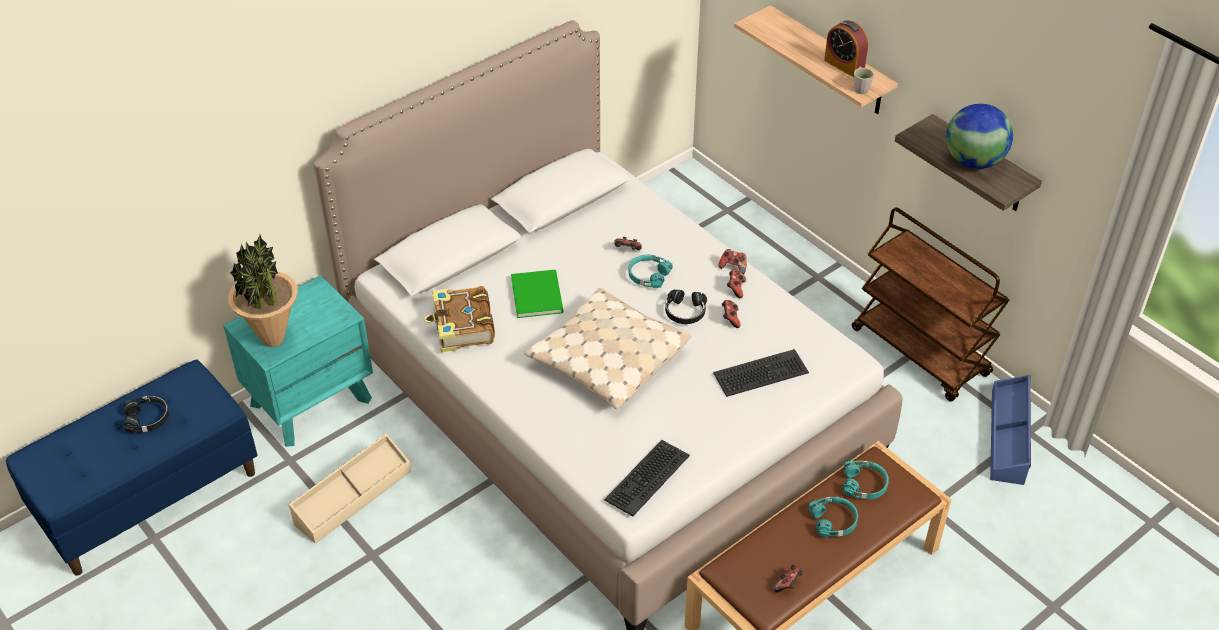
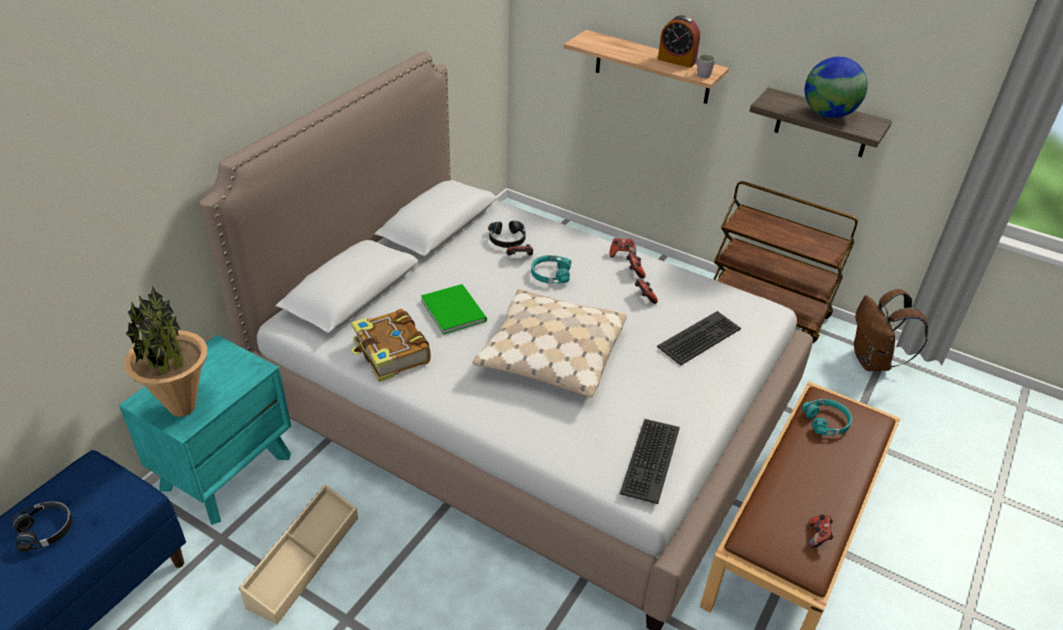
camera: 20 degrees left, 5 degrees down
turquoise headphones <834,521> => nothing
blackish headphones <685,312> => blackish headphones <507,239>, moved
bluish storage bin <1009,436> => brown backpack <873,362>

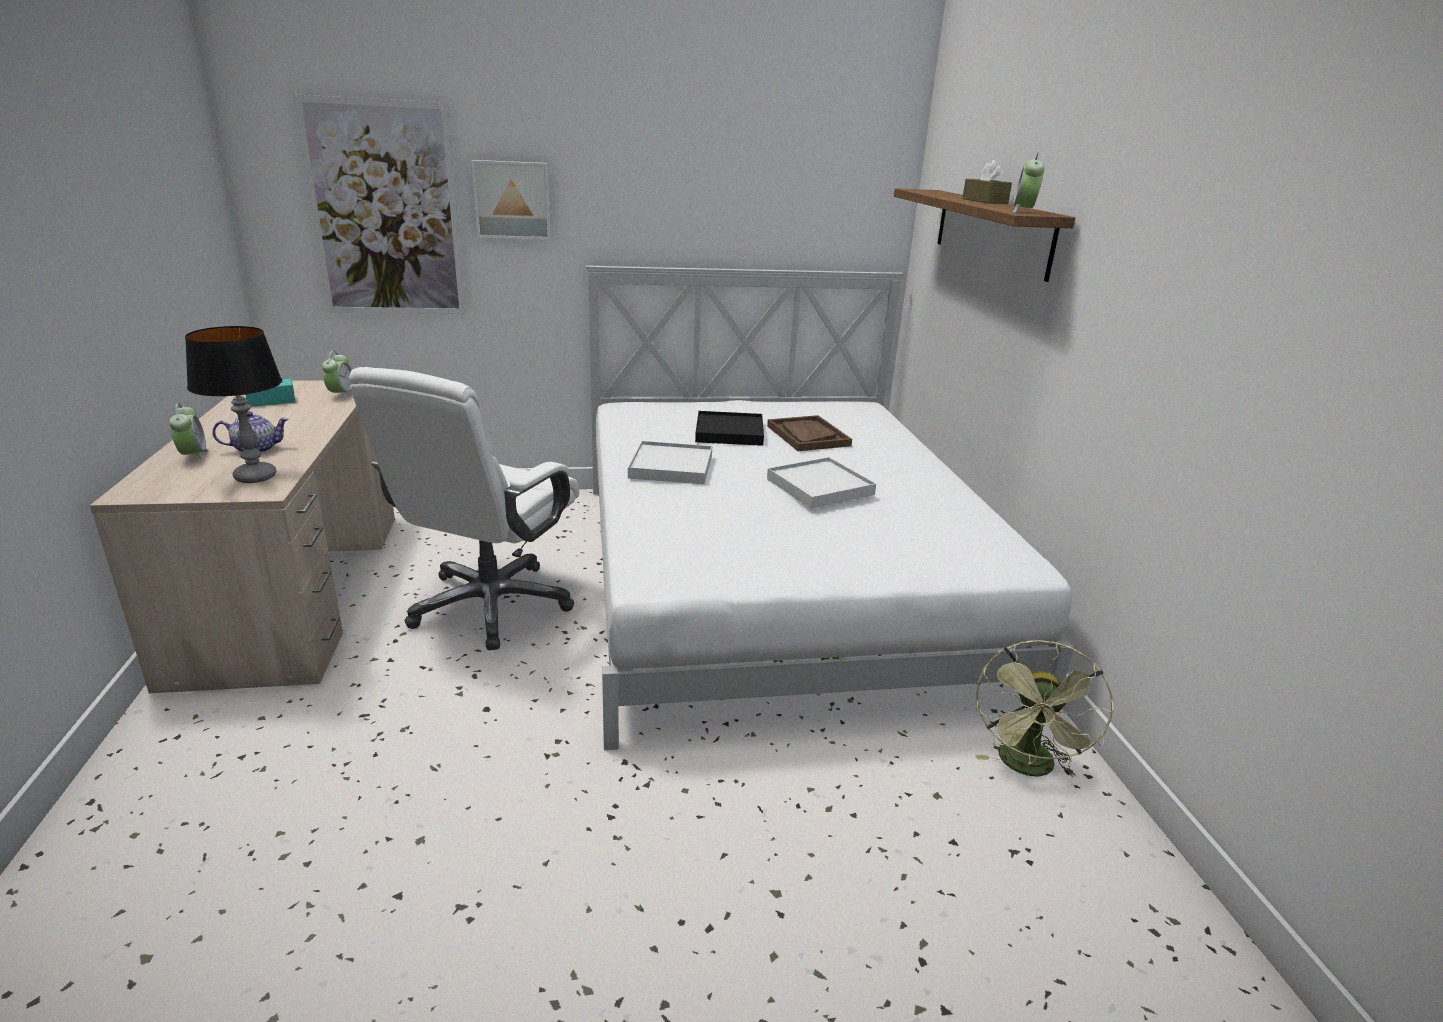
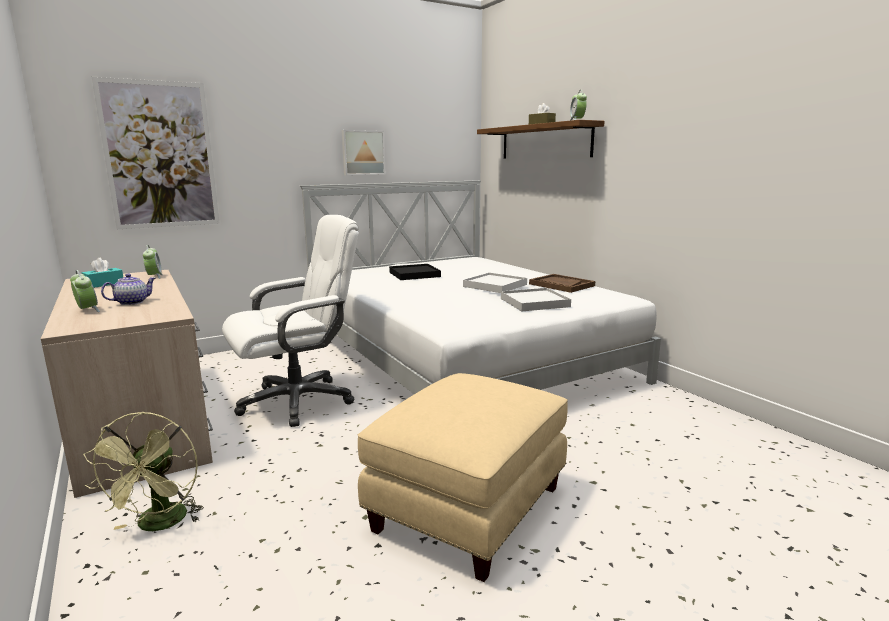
camera: 20 degrees left, 10 degrees down
table lamp <256,477> => nothing
nothing => beige footrest <467,507>
wall picture <512,200> => wall picture <363,152>, moved
white carrying tray <671,467> => white carrying tray <534,302>, moved
brown carrying tray <807,435> => brown carrying tray <561,285>, moved
green-coloured electric fan <1027,768> => green-coloured electric fan <159,525>, moved
white office chair <490,606> => white office chair <298,401>, 120 degrees counterclockwise

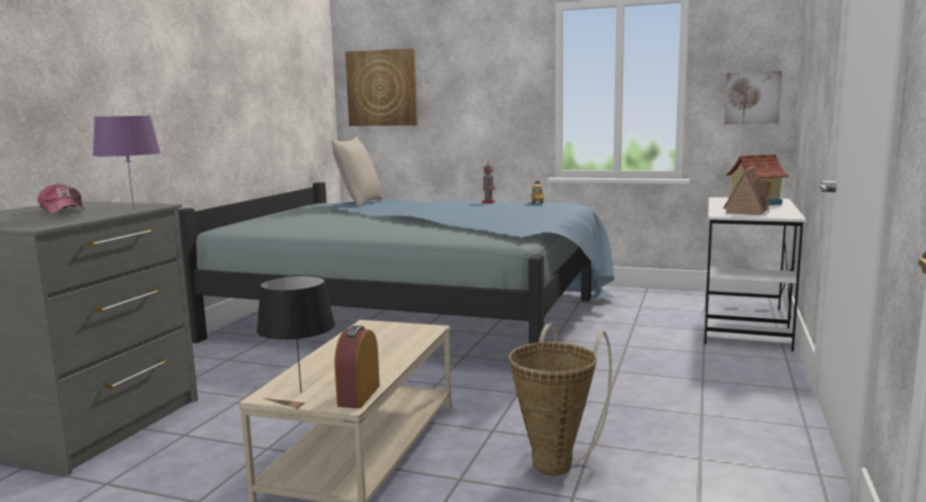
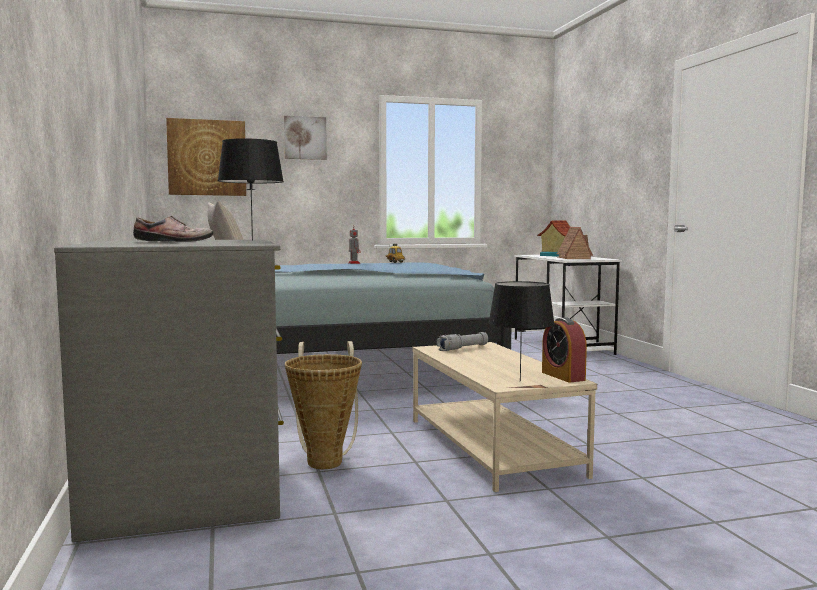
camera: 35 degrees left, 5 degrees down
nothing => grey flashlight <463,348>
basket <557,462> => basket <325,460>, moved
wall picture <752,98> => wall picture <305,138>, moved
cap <63,210> => low shoe <174,241>
purple-coloured table lamp <132,209> => blackish table lamp <252,240>

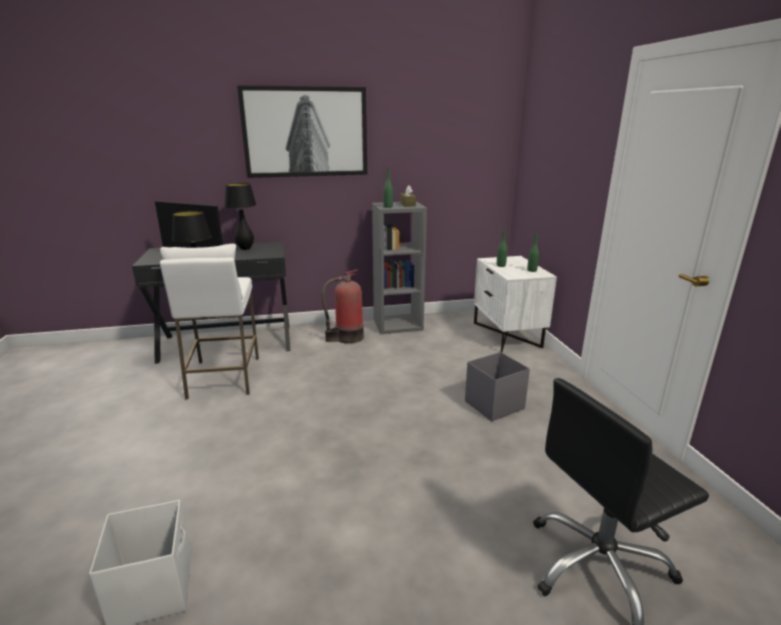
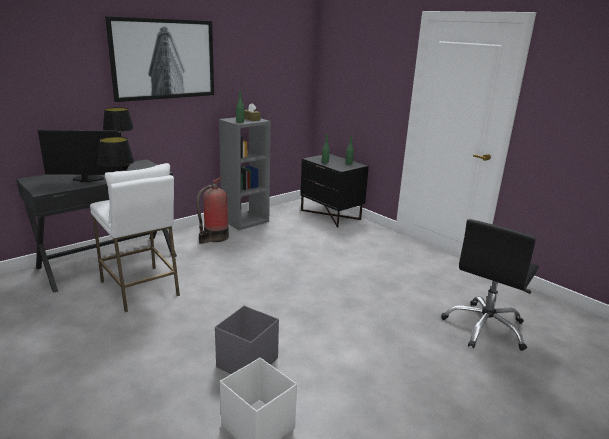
camera: 30 degrees left, 0 degrees up
grey storage bin <493,405> => grey storage bin <246,363>, moved
white nightstand <507,335> => blackish nightstand <331,215>

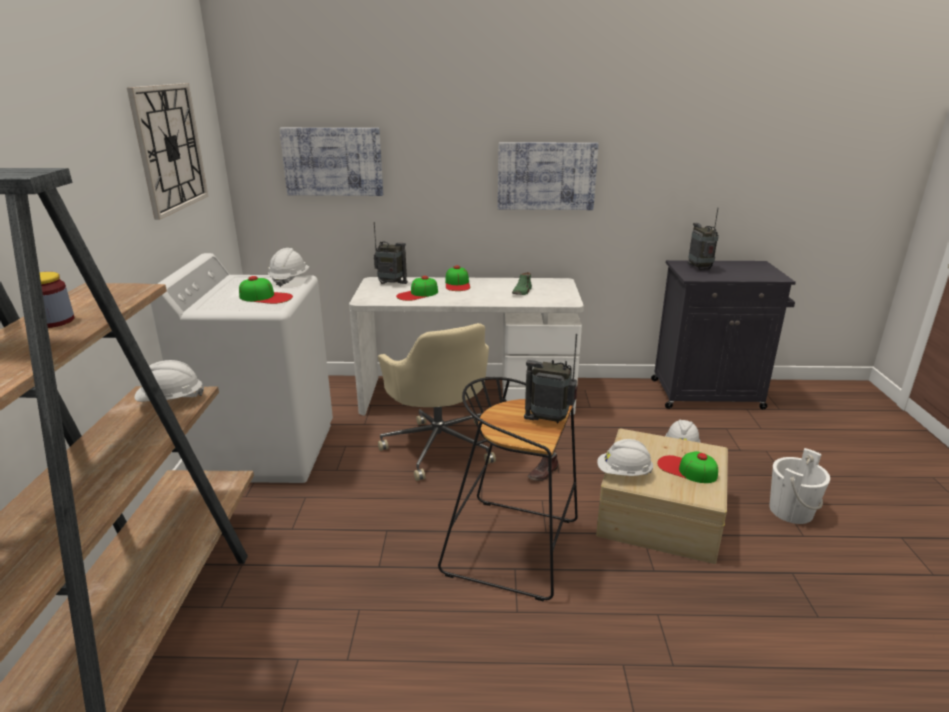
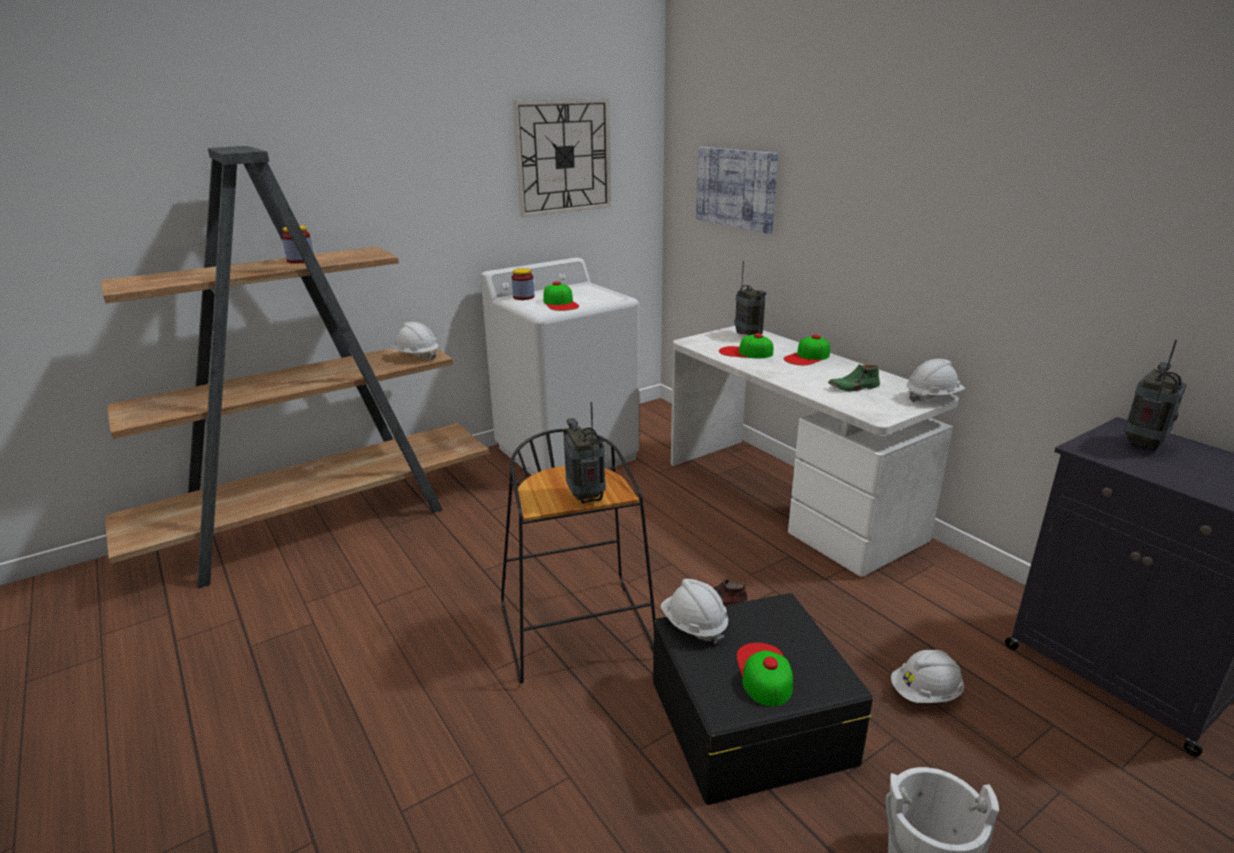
camera: 55 degrees right, 0 degrees up
beige office chair <439,445> => nothing
wall picture <546,176> => nothing
nothing => preserve jar <523,297>
white work helmet <289,280> => white work helmet <932,397>, moved
beige storage bin <659,515> => blackish storage bin <748,720>

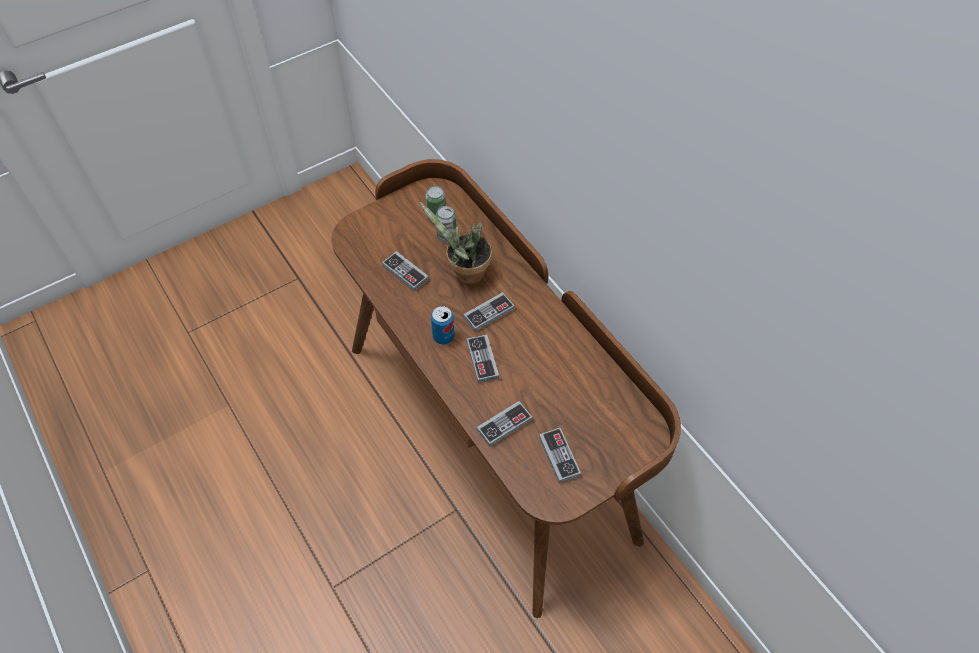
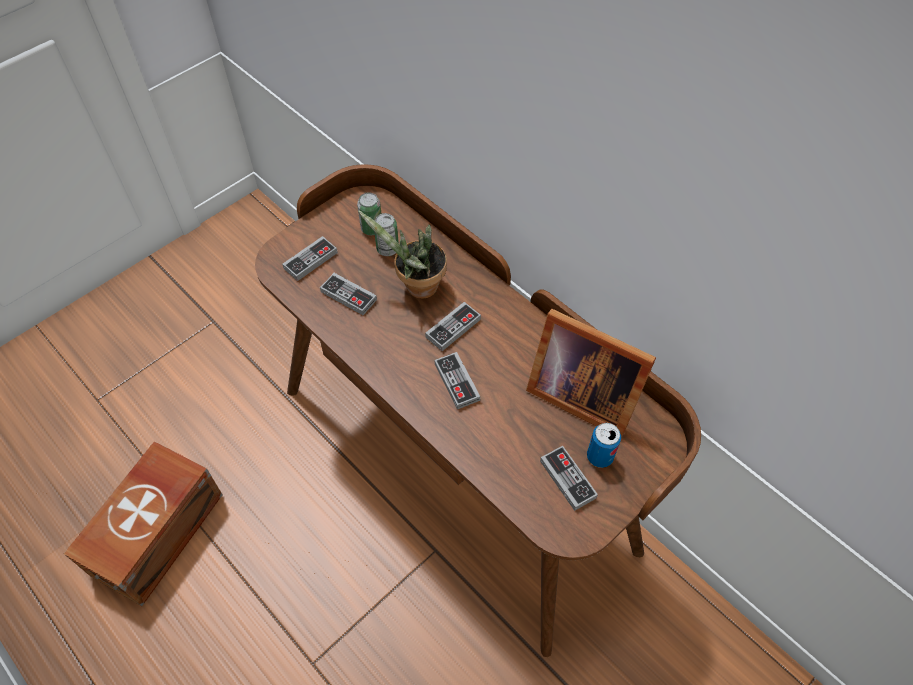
camera: 10 degrees left, 0 degrees up
nothing => brown storage bin <161,533>
nothing => photo frame <579,393>
can <443,336> => can <599,456>, moved
gamepad <504,425> => gamepad <310,260>, moved

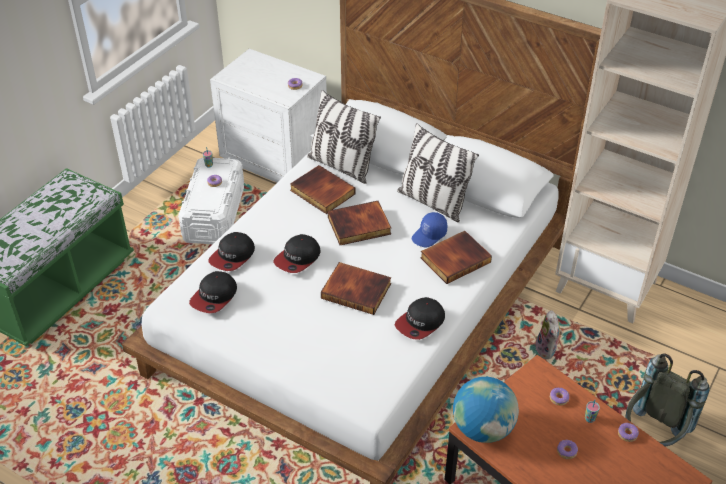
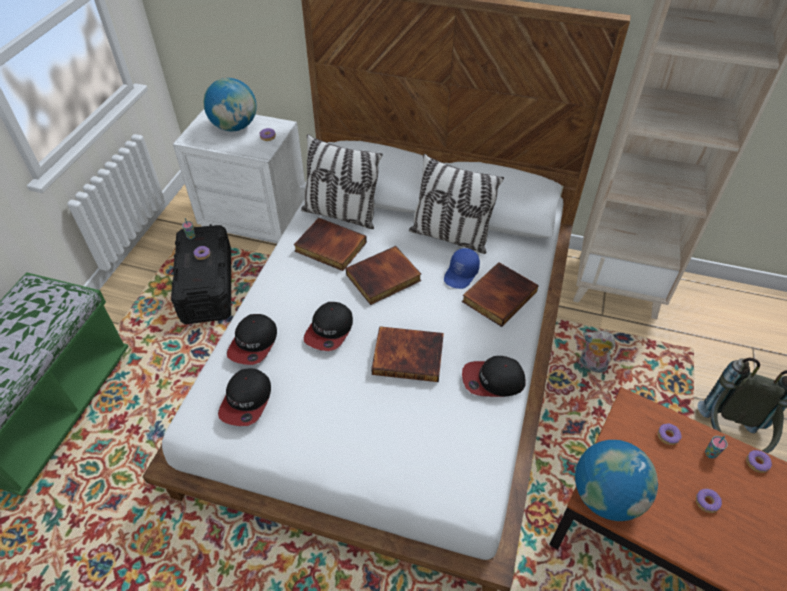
camera: 15 degrees left, 5 degrees up
nothing => world globe <235,126>
white storage bin <214,214> => blackish storage bin <208,286>
cap <420,323> => cap <492,380>, 60 degrees clockwise
plush toy <547,350> => plush toy <591,366>, 135 degrees clockwise

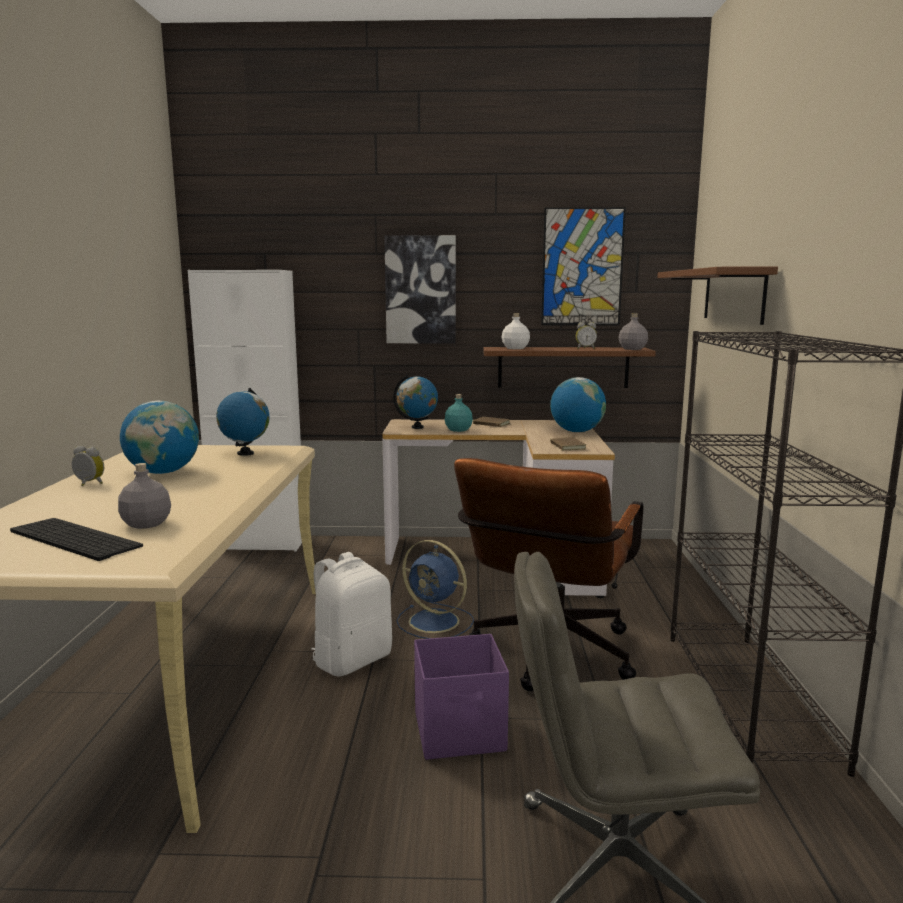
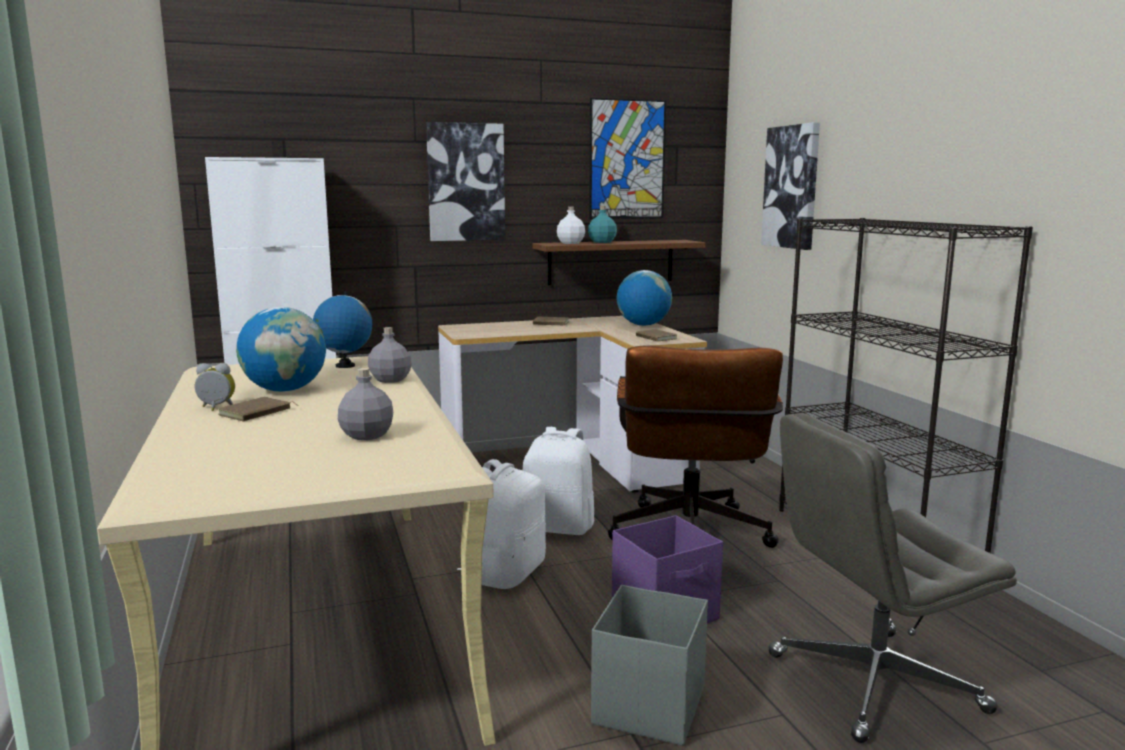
camera: 20 degrees left, 0 degrees up
computer keyboard <71,539> => nothing
world globe <417,427> => nothing
bedside clock <585,348> => nothing
nothing => brown bound book <256,413>
nothing => grey storage bin <648,707>
turquoise bottle <458,430> => turquoise bottle <602,242>, moved
grey bottle <632,349> => grey bottle <389,380>, moved
bluish electric fan <436,622> => white backpack <559,527>
brown shelf <733,295> => wall picture <792,187>

